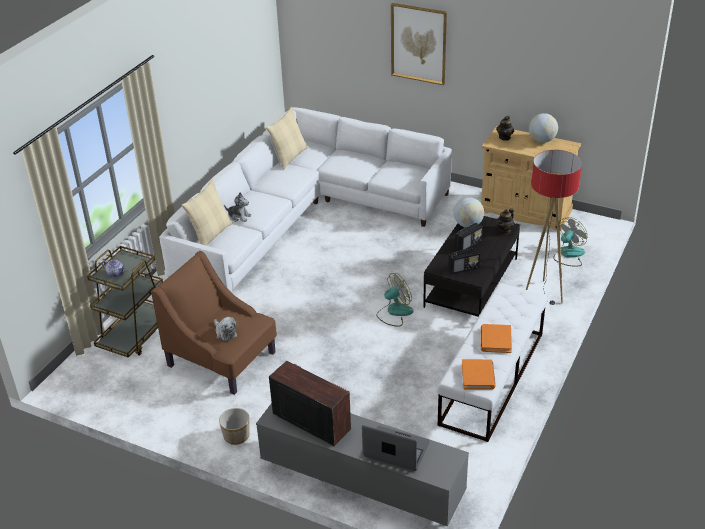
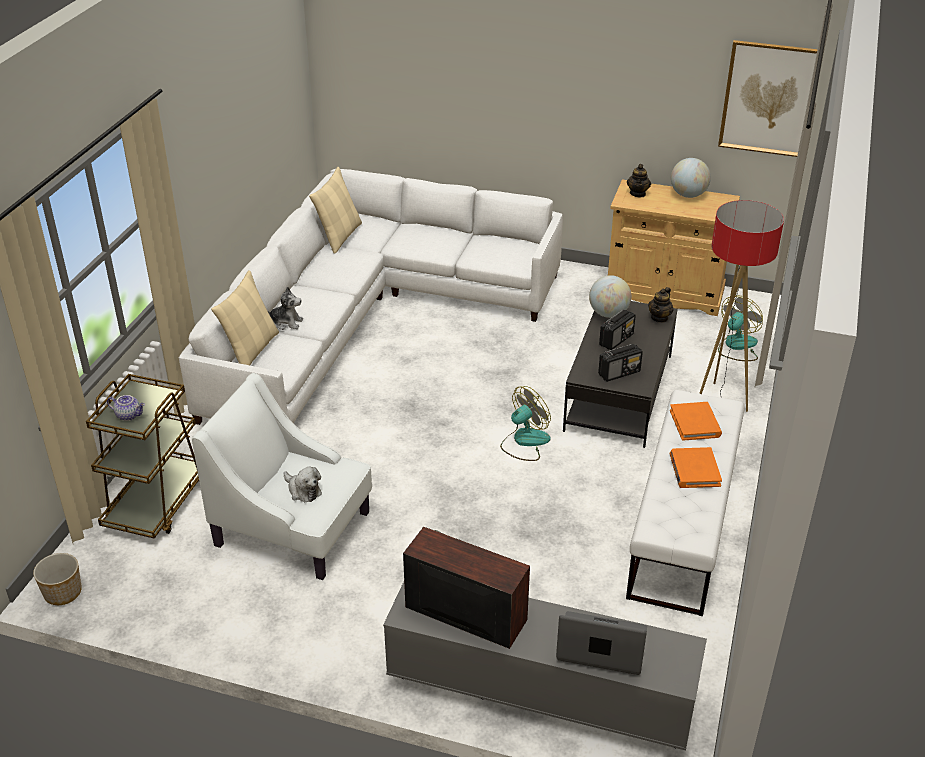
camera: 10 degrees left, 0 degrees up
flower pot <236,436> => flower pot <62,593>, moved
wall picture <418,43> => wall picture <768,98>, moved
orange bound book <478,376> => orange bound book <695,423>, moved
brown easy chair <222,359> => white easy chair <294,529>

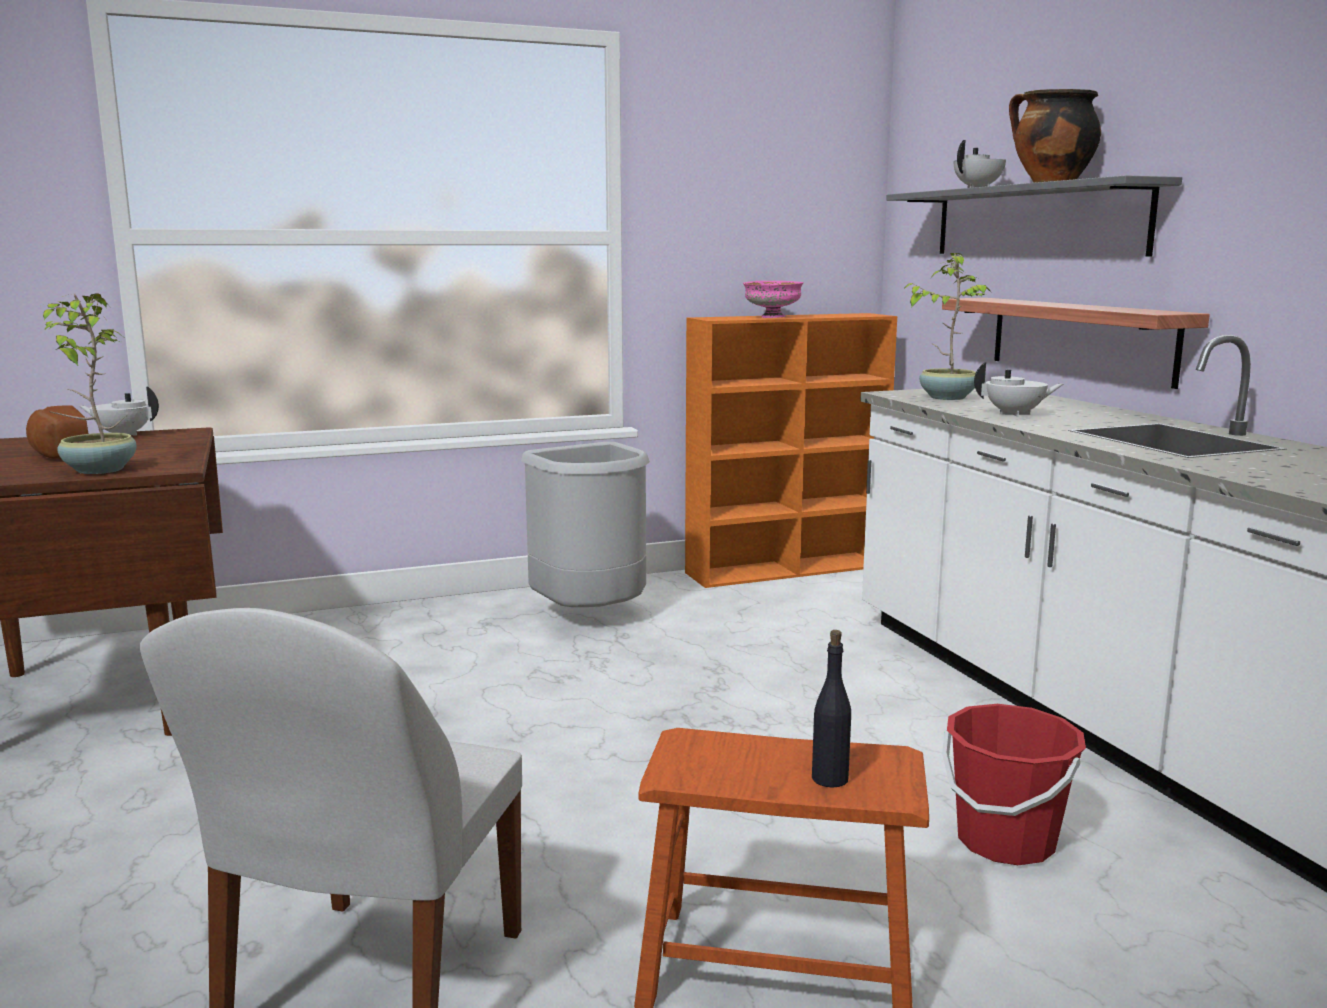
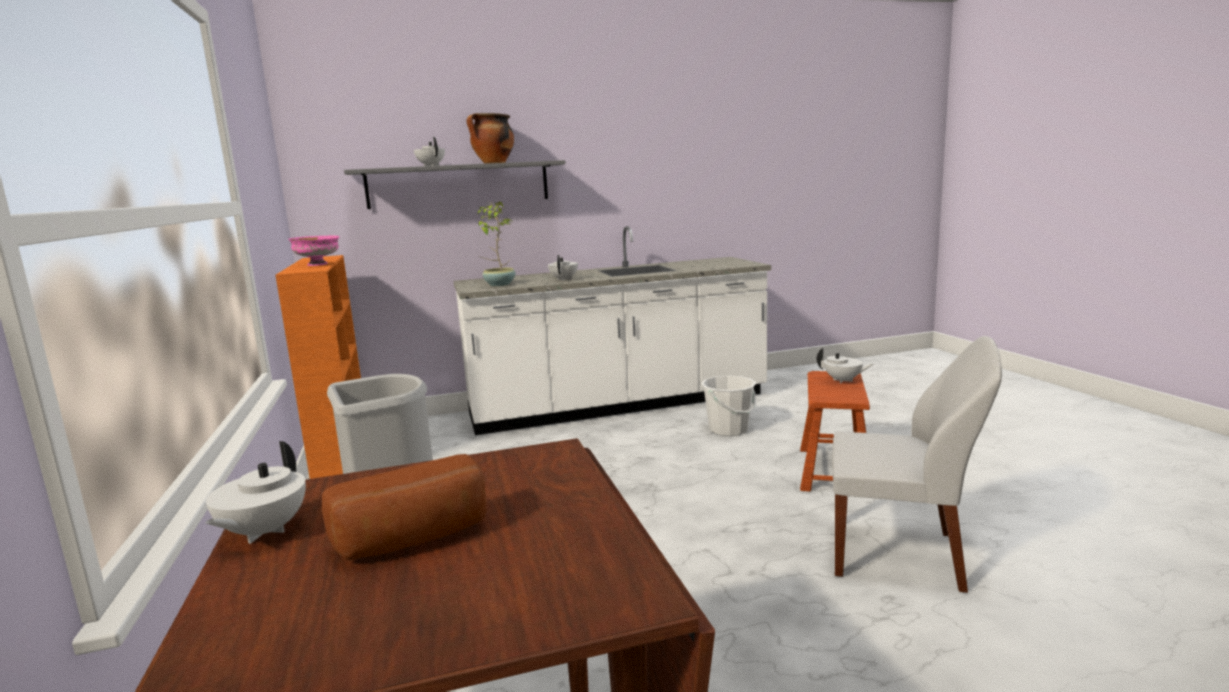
camera: 85 degrees left, 0 degrees up
potted plant <98,470> => nothing
shelf <1080,339> => nothing
blackish bottle <830,778> => white teapot <843,380>
red bucket <1005,841> => white bucket <729,430>

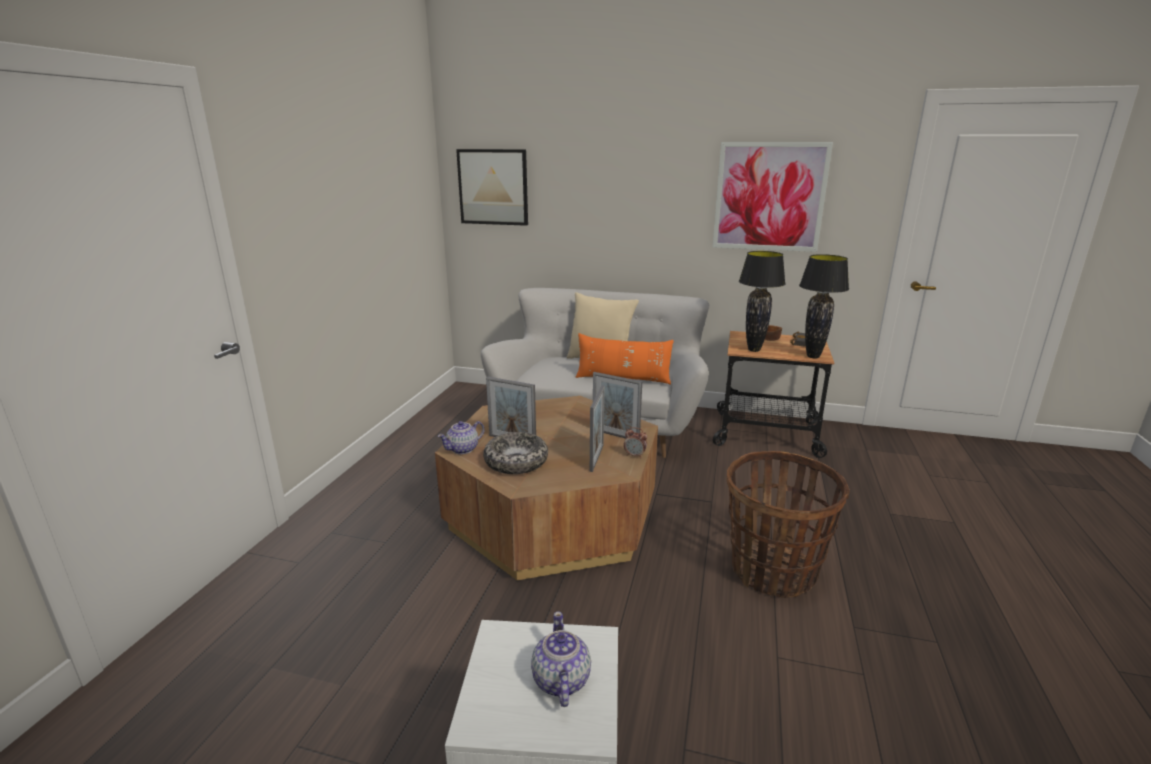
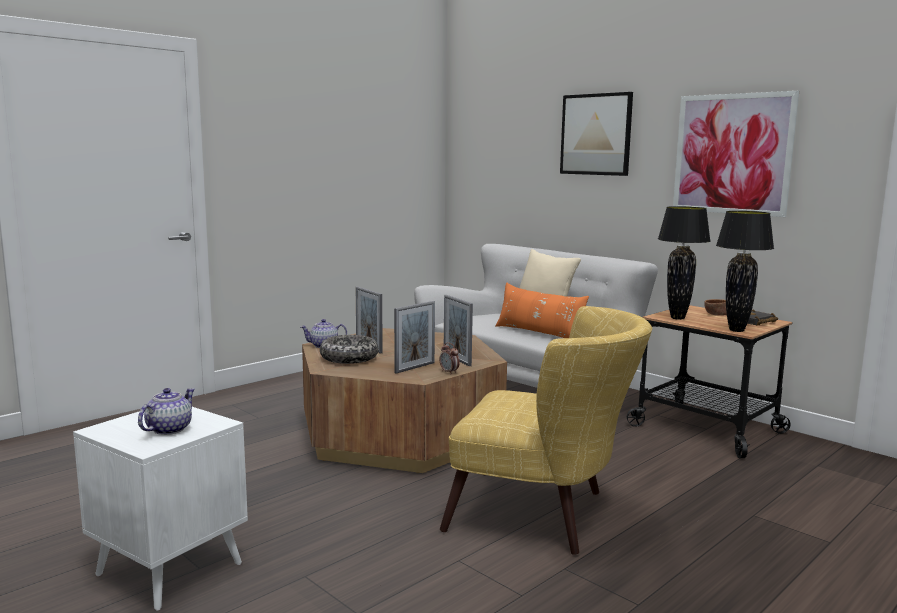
camera: 30 degrees right, 10 degrees down
wall picture <493,187> => wall picture <596,134>, moved
basket <773,571> => yellow easy chair <544,515>

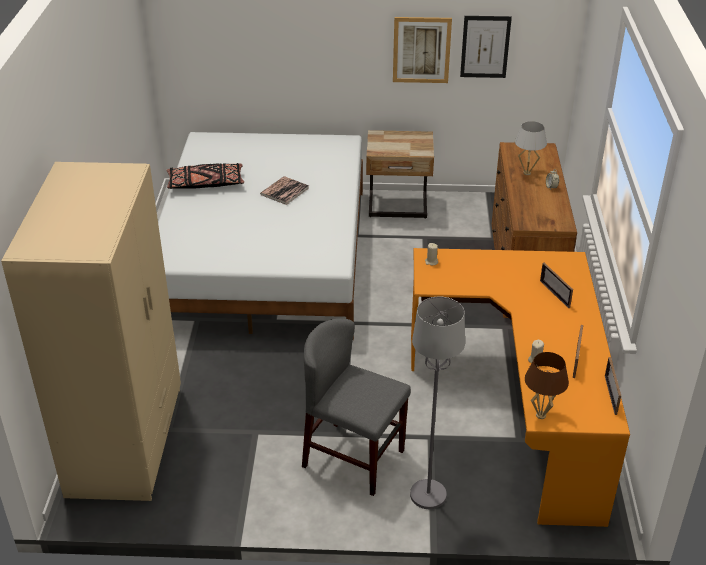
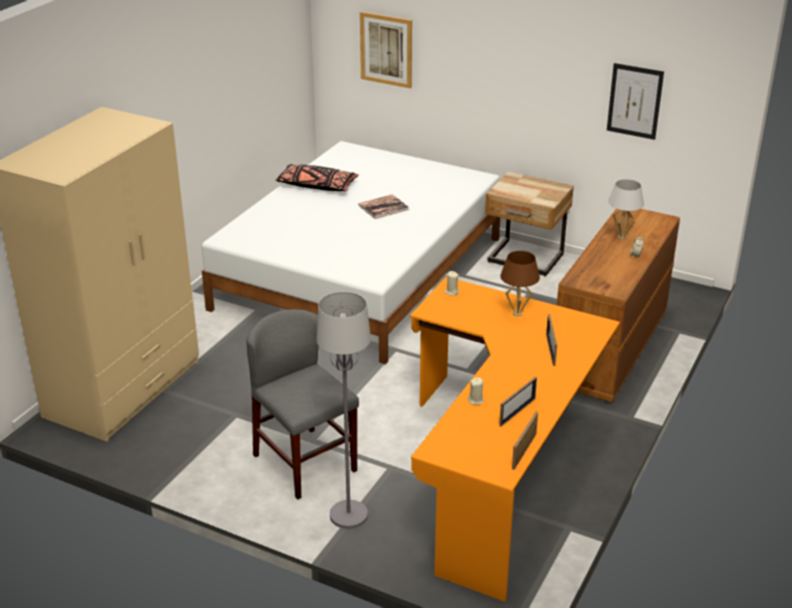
camera: 25 degrees right, 5 degrees down
wall picture <421,50> => wall picture <386,49>, moved
brown table lamp <540,415> => brown table lamp <517,313>, moved

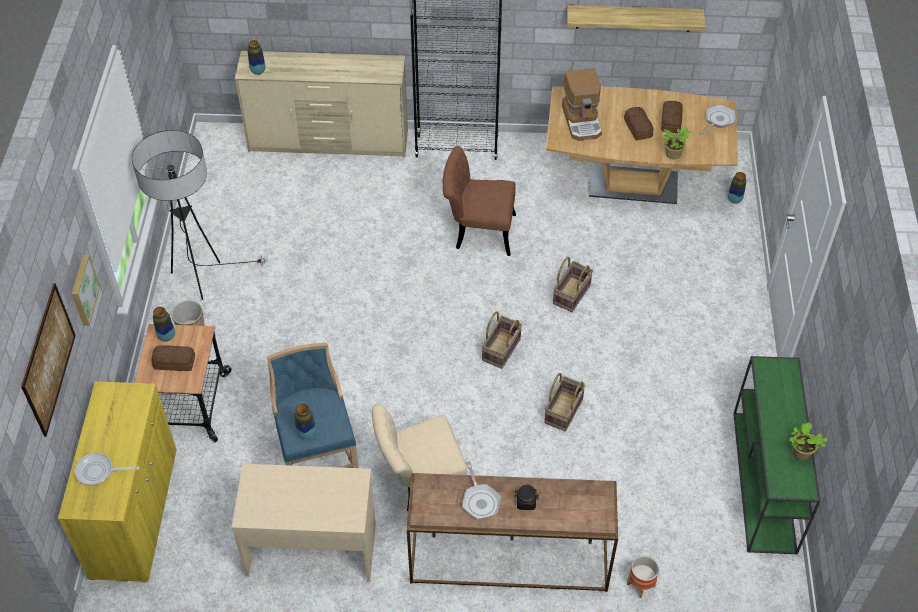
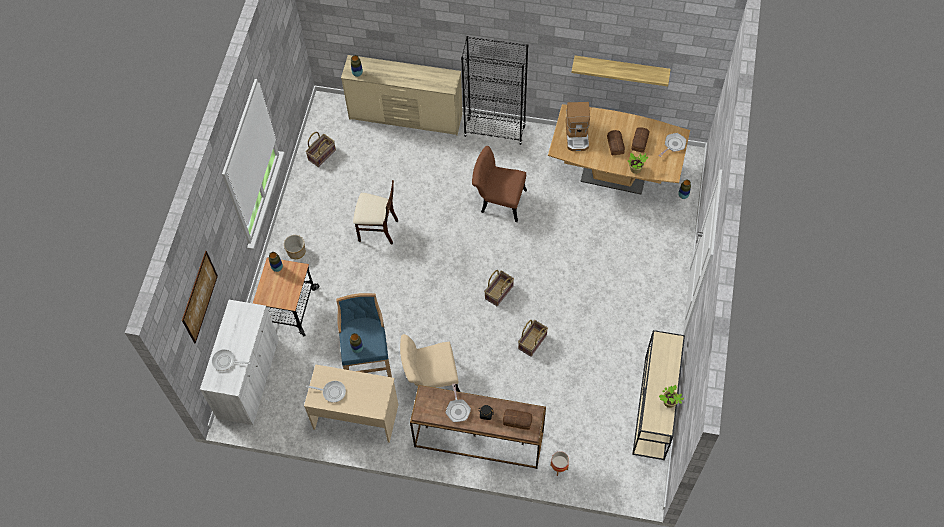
camera: 10 degrees right, 10 degrees up
wall picture <83,290> => nothing
standing lamp <201,280> => nothing
nothing => pan <332,392>
nothing => beige upright chair <377,229>
baked bread <175,362> => baked bread <517,421>, moved
basket <571,294> => basket <321,154>, moved
yellow cupboard <135,513> => white cupboard <249,378>
green-coloured console table <764,482> => beige console table <654,409>

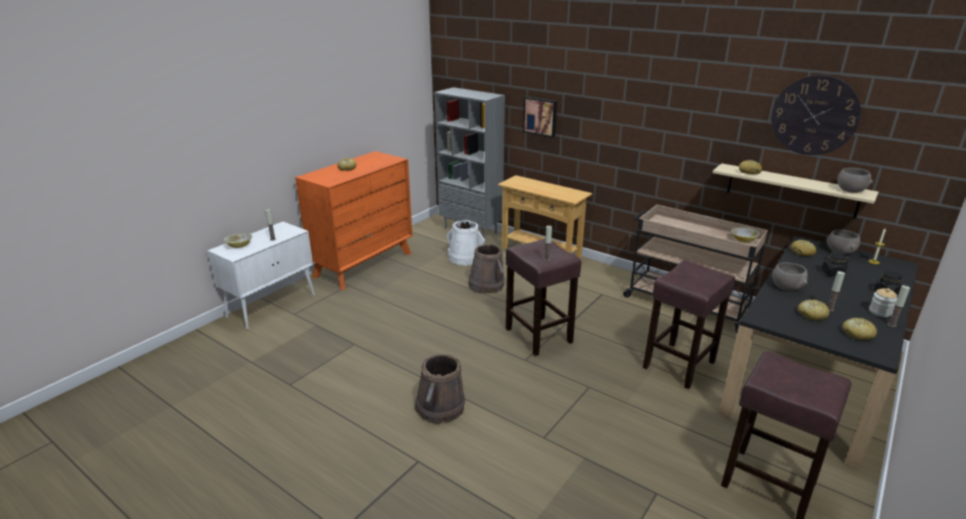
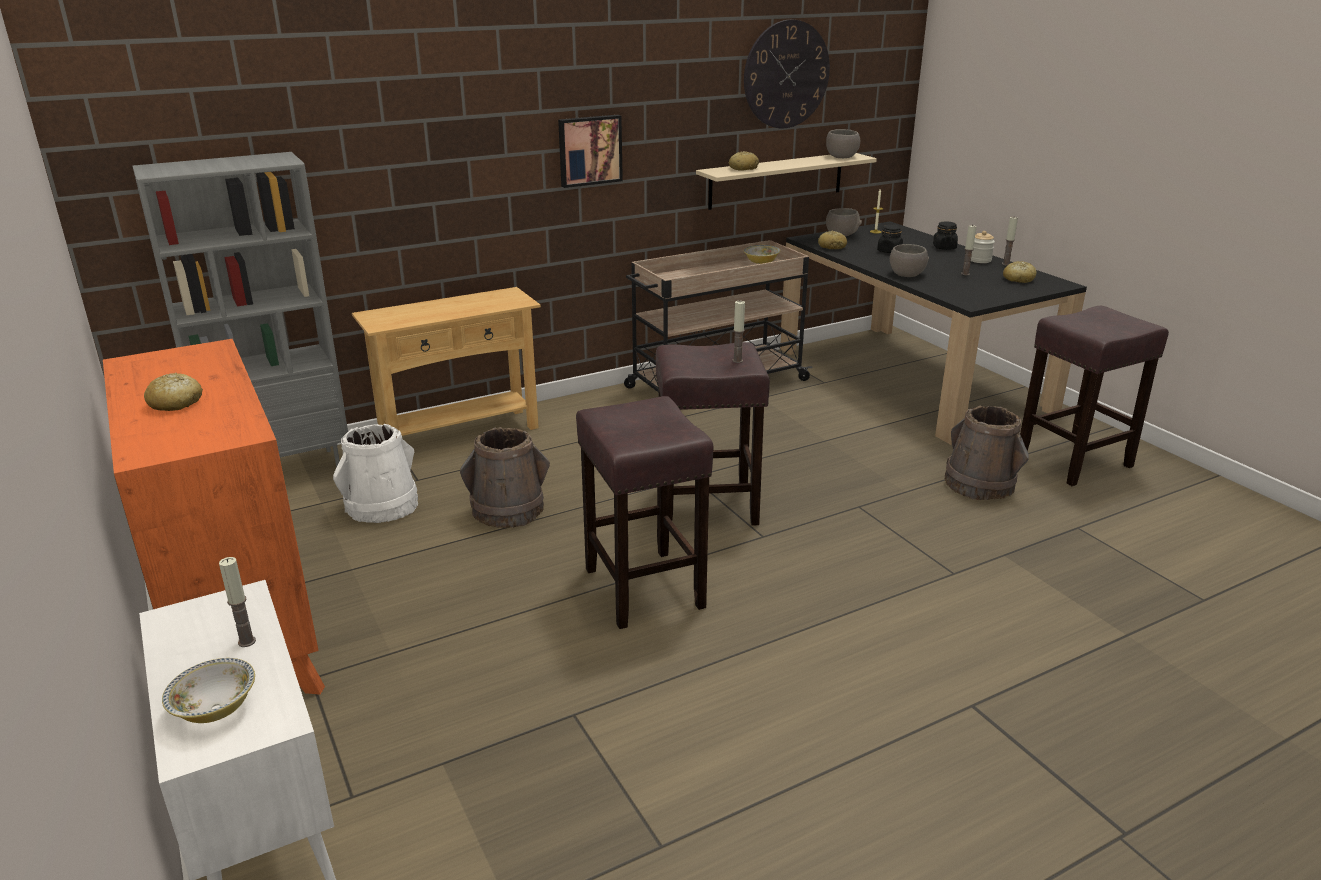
camera: 65 degrees left, 0 degrees up
baked bread <811,315> => nothing
brown bucket <440,407> => brown bucket <979,484>, moved
wall picture <540,116> => wall picture <589,150>, moved
brown stool seat <679,364> => brown stool seat <642,587>, moved

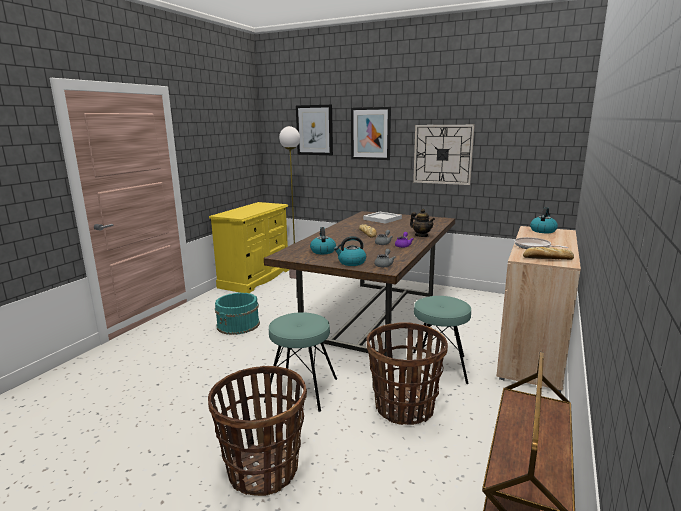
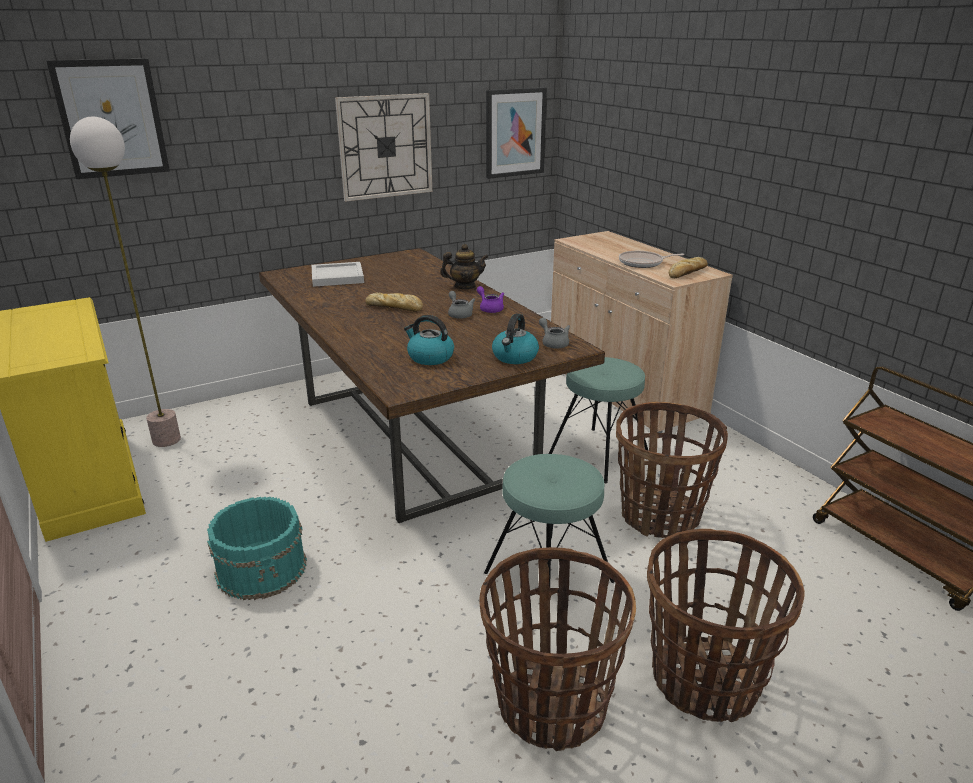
camera: 55 degrees left, 10 degrees up
tea kettle <543,230> => nothing
nothing => basket <550,704>
wall picture <370,133> => wall picture <515,133>, moved

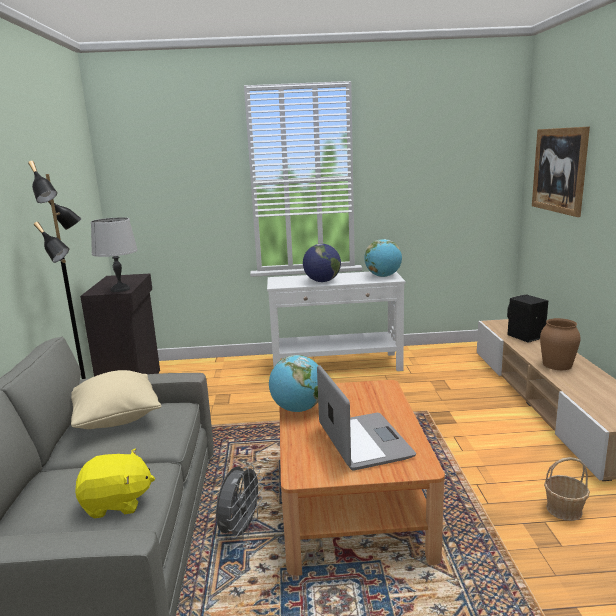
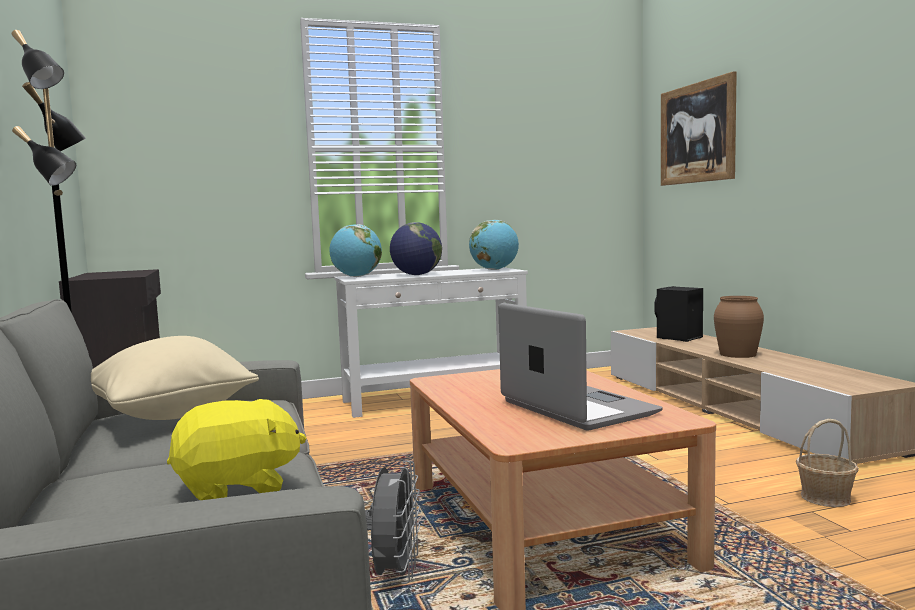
camera: 15 degrees left, 10 degrees down
grey table lamp <120,289> => nothing
world globe <298,409> => world globe <357,277>, moved

